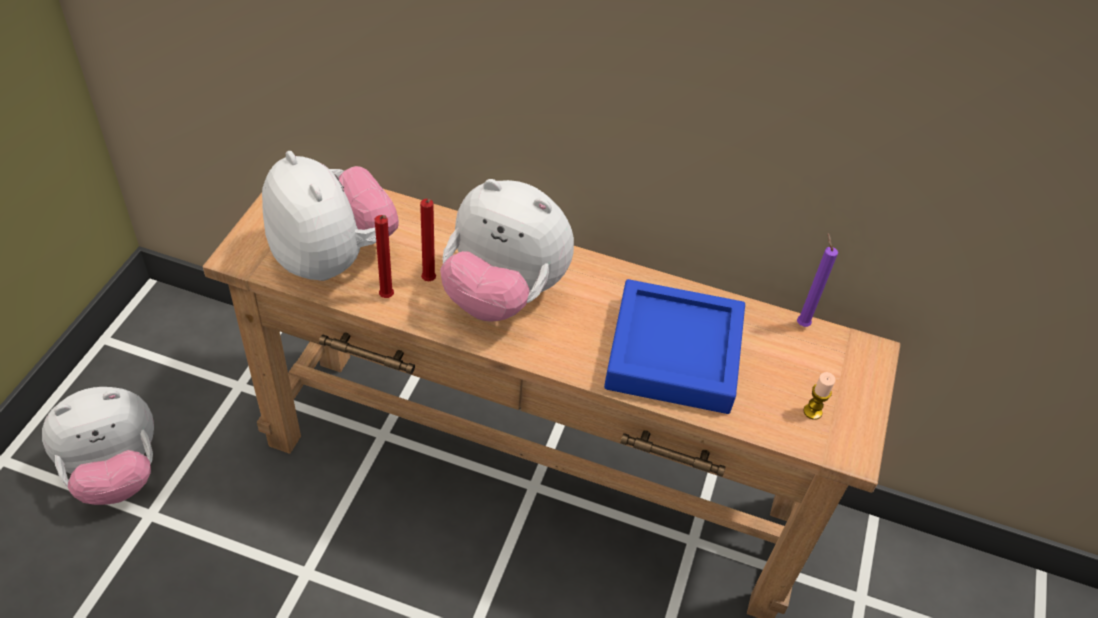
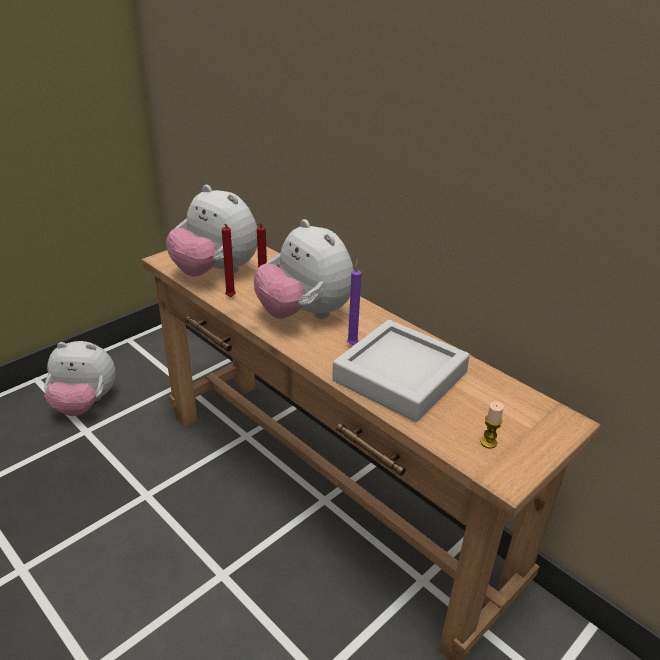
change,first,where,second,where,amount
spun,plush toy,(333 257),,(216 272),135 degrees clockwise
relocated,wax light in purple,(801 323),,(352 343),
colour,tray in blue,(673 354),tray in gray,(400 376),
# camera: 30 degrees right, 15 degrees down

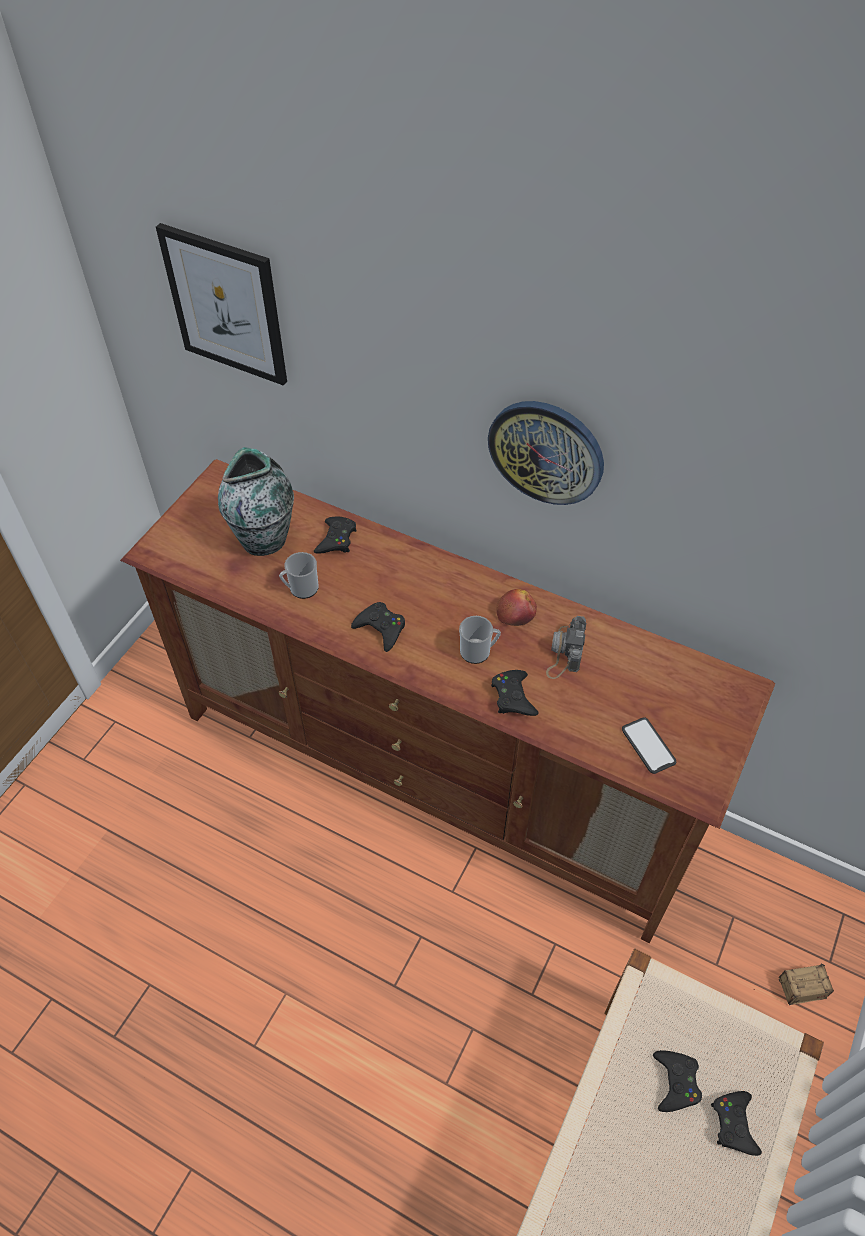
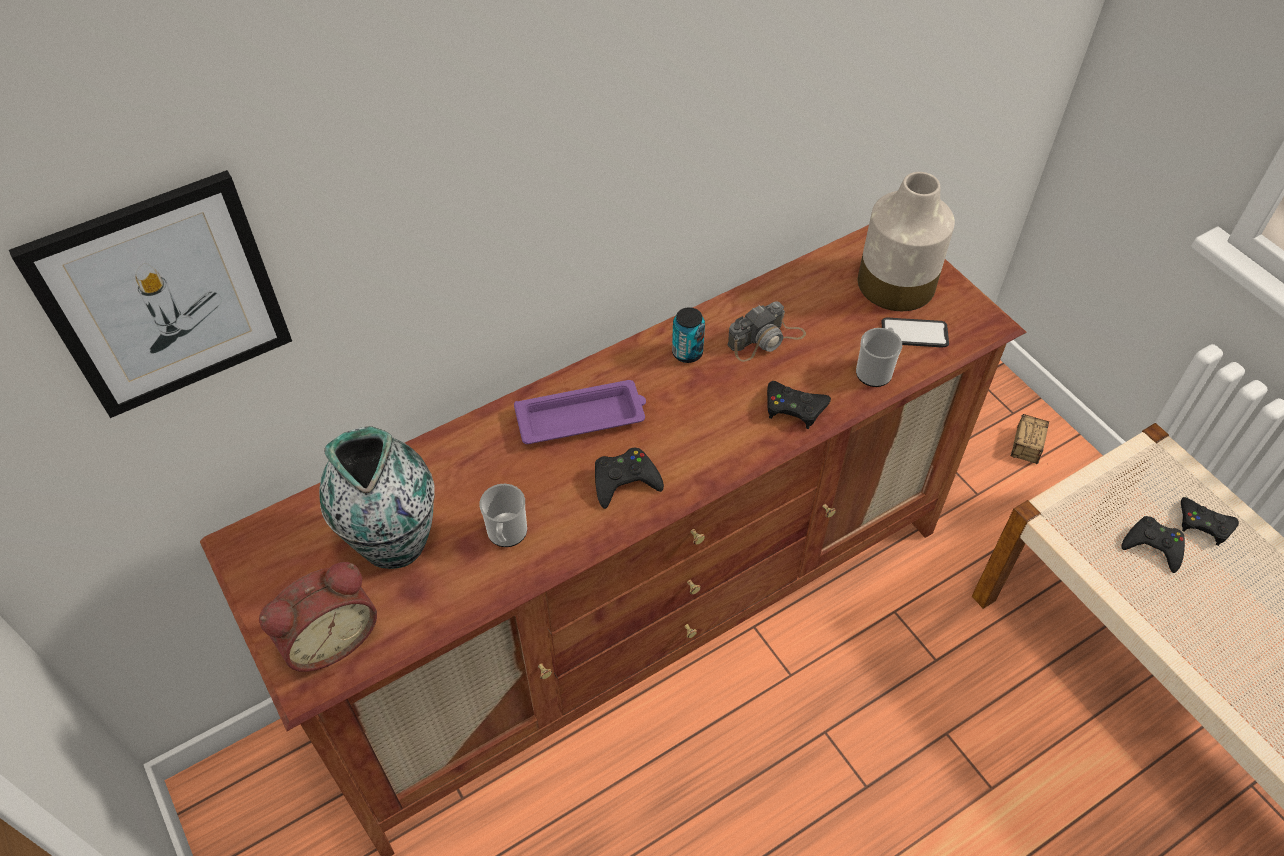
change,first,where,second,where,amount
missing,clock on the wall,(546 451),,,
missing,joypad in black,(336 539),,,
exchanged,apple fruit,(516 612),metal can,(687 353),
relocated,coffee mug,(478 651),,(875 370),
spun,still camera,(565 653),,(766 339),75 degrees counterclockwise
appeared,,,vase in sand-coloured,(895 282),
appeared,,,tray in purple,(582 418),
appeared,,,table clock,(329 637),
# camera: 60 degrees left, 0 degrees up

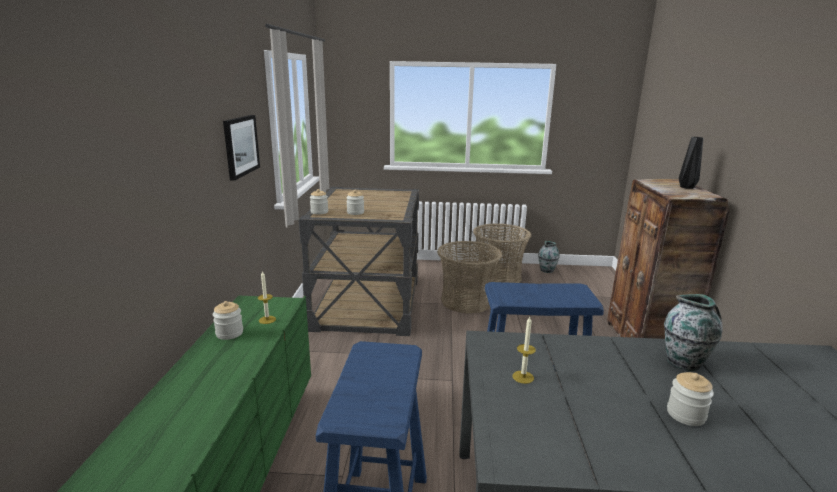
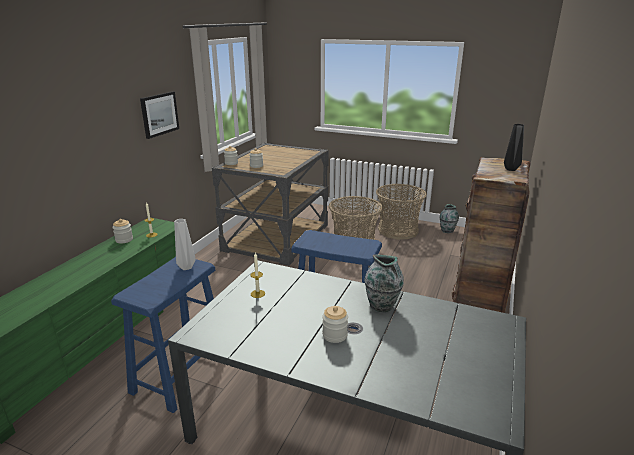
change,first,where,second,where,amount
appeared,,,vase in gray,(185 267),
# camera: 20 degrees right, 5 degrees up

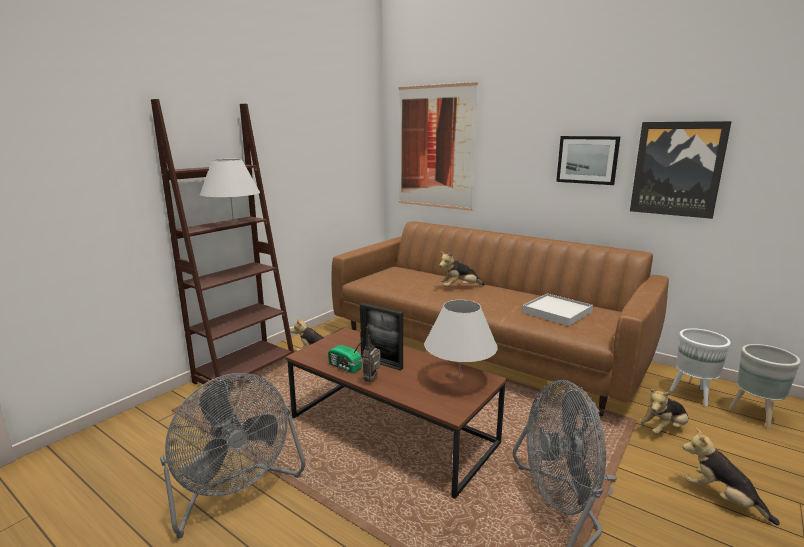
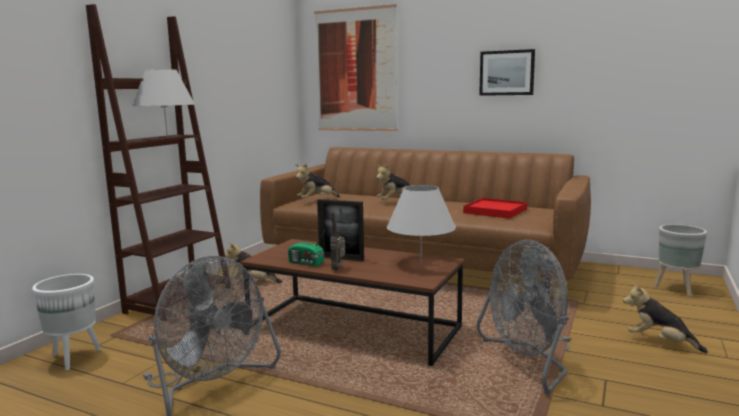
change,first,where,second,where,amount
missing,wall art,(677 169),,,
colour,tray in whitish,(557 312),tray in reddish,(495 211),
relocated,plant pot in whitish,(692 394),,(74 357),
relocated,plush toy,(664 429),,(316 200),
# camera: 10 degrees left, 5 degrees down

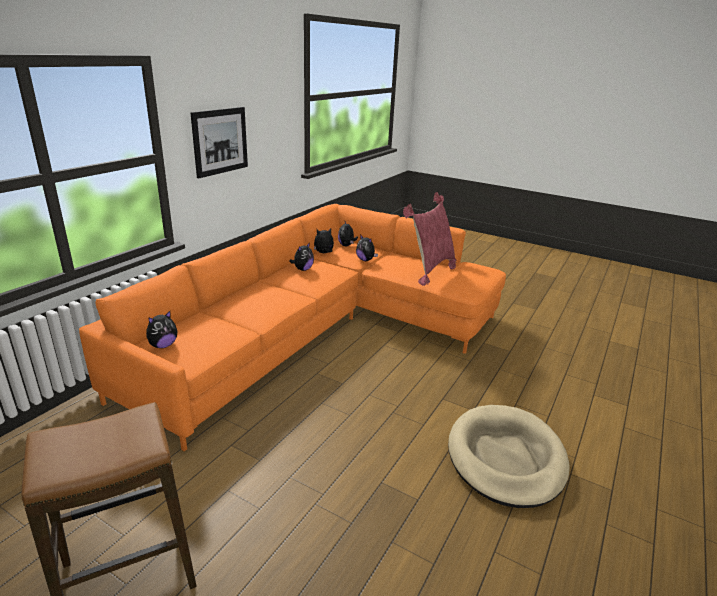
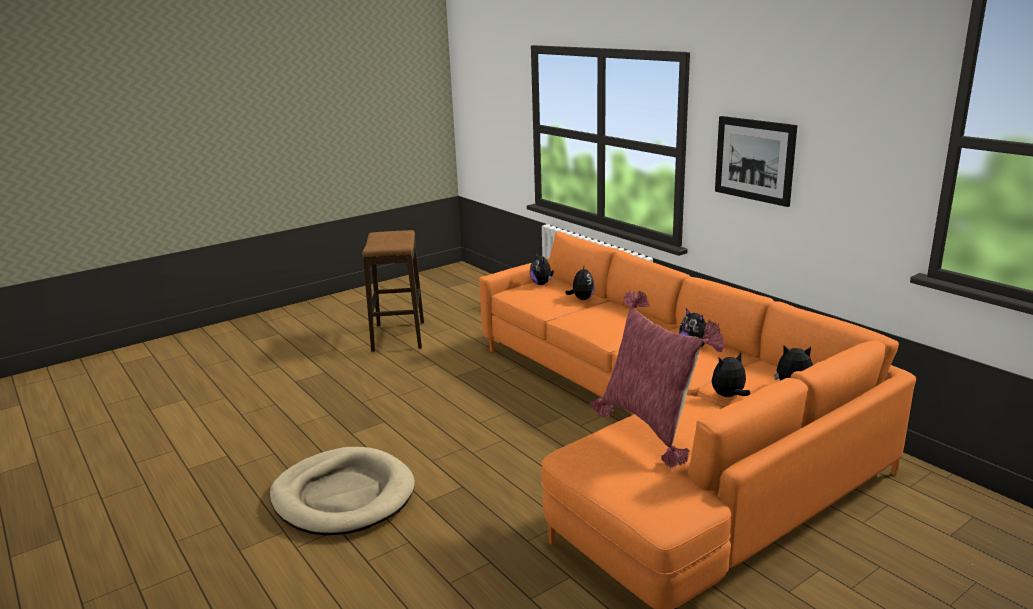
change,first,where,second,where,amount
relocated,plush toy,(324 253),,(581 299),
# camera: 115 degrees right, 5 degrees down

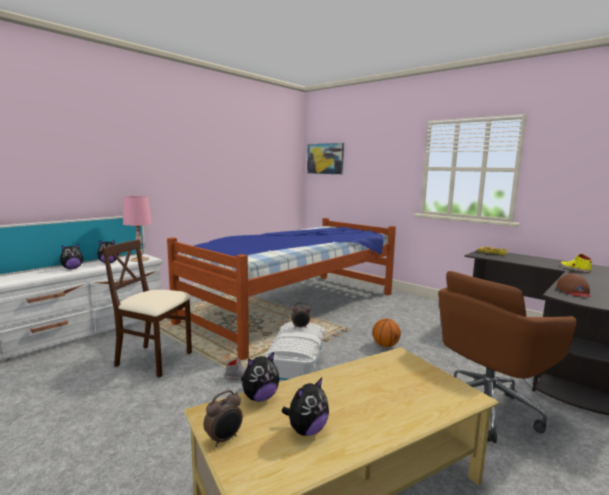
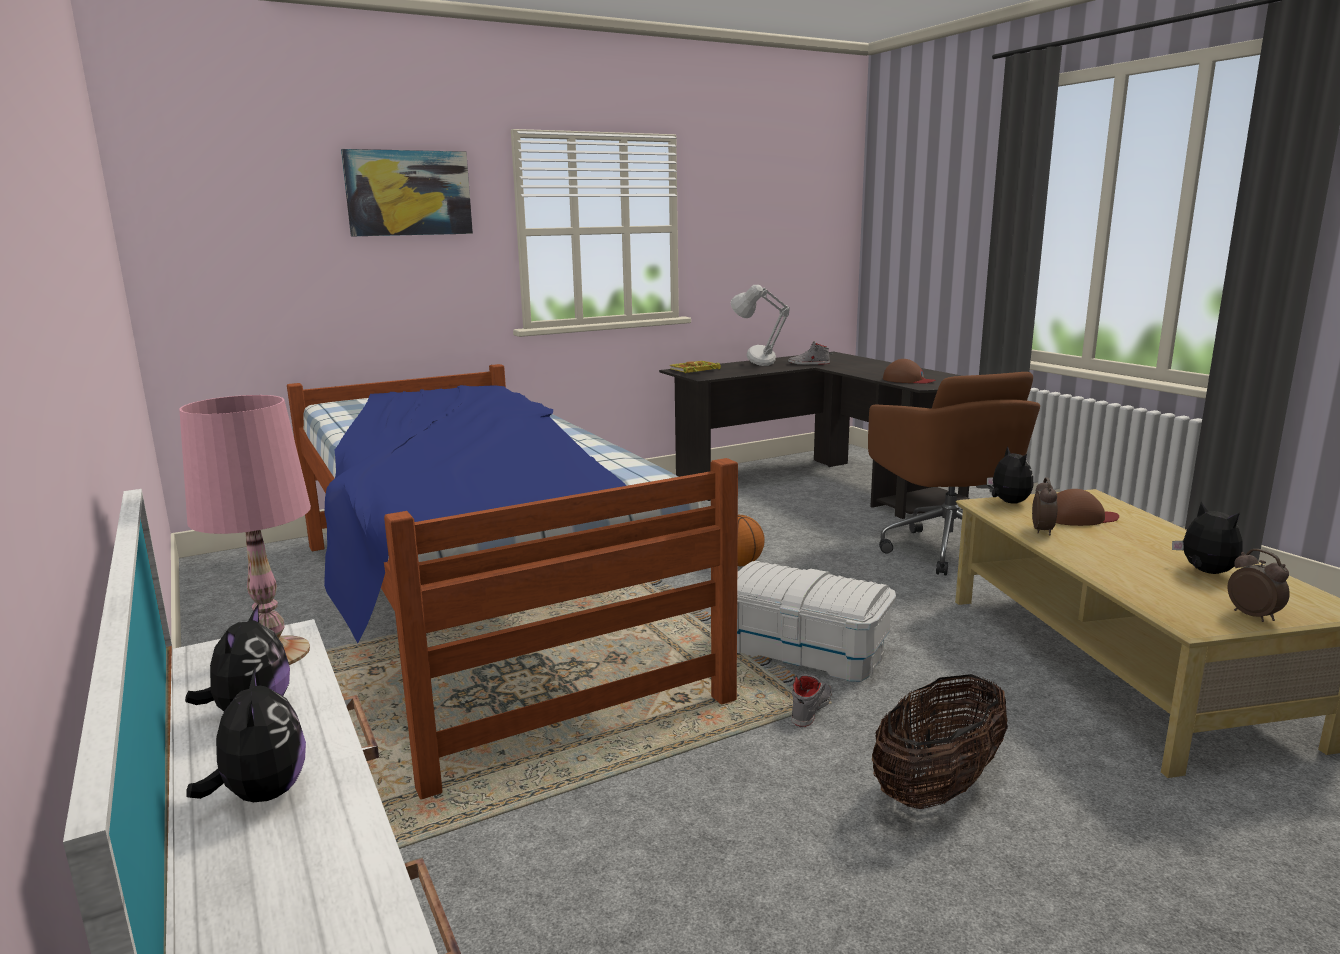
change,first,where,second,where,amount
relocated,wall art,(325 158),,(408 193),
missing,plain chair in sand-coloured,(154 360),,,
colour,shoe in yellow-coloured,(574 269),shoe in gray,(809 363),
relocated,table clock,(300 327),,(1043 531),
relocated,plush toy,(259 397),,(1008 502),
appeared,,,table lamp in gray,(759 368),
appeared,,,peaked cap in brown-coloured,(1079 518),
appeared,,,storage basket,(937 787),
# camera: 70 degrees left, 5 degrees up

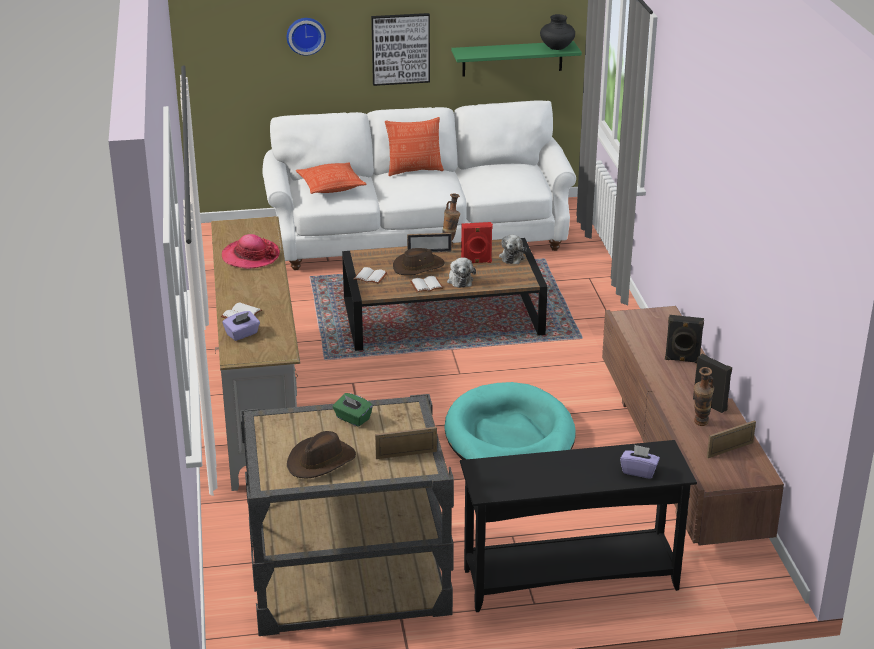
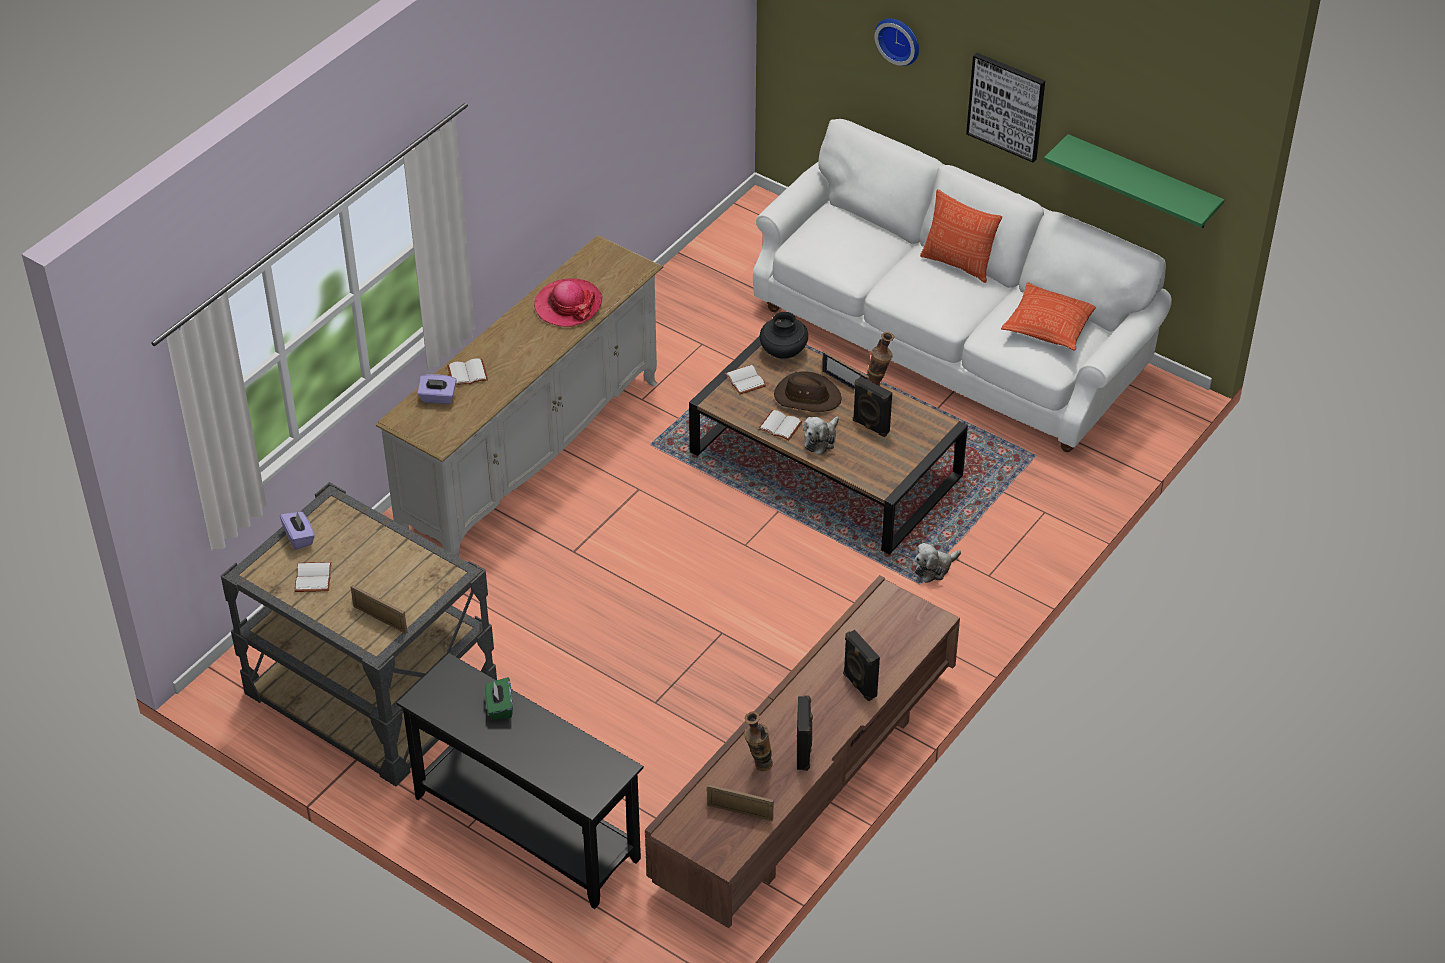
change,first,where,second,where,amount
relocated,vase in black,(557 47),,(783 352),
relocated,pillow in orangey,(331 187),,(1049 327),
colour,loudspeaker in reddish,(476 262),loudspeaker in black,(870 427),
relocated,plush toy,(512 256),,(934 568),
missing,dog cushion in blue-green,(510 436),,,
relocated,tissue box in green-coloured,(352 419),,(499 707),
exchanged,clothing hat in brown-coloured,(321 461),bound book in whitish,(314 578),
relocated,tissue box in purple,(639 471),,(299 537),
# camera: 45 degrees right, 15 degrees up

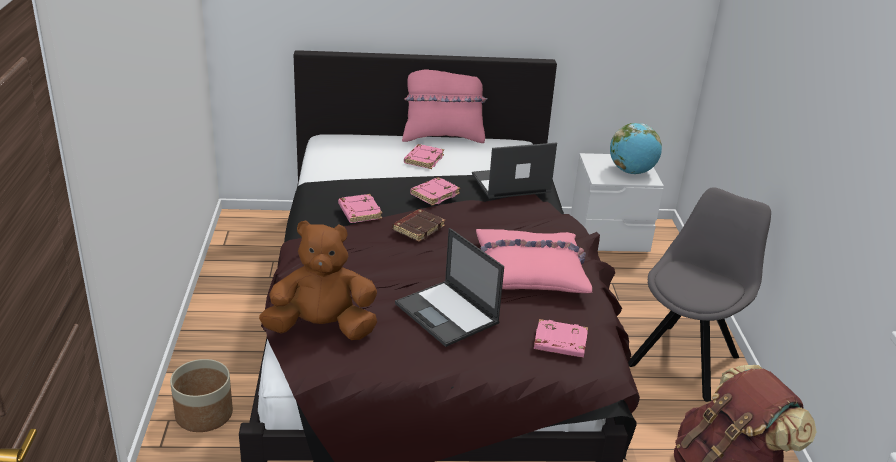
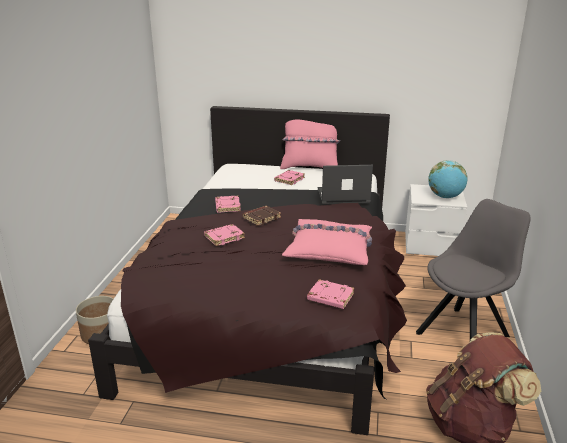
change,first,where,second,where,amount
relocated,bound book in pink-coloured,(434 194),,(224 237),
missing,plush toy in brown-coloured,(322 328),,,
missing,notebook computer,(447 314),,,
# camera: 15 degrees right, 5 degrees down

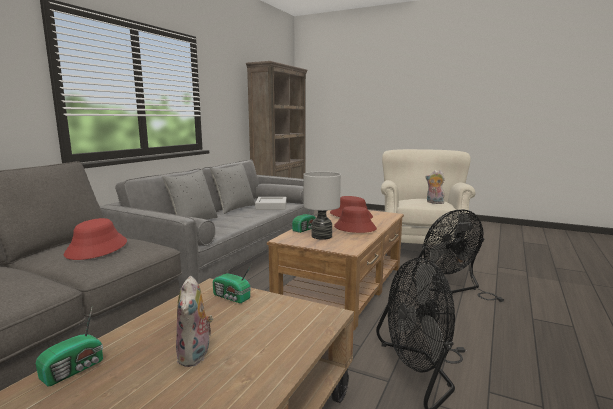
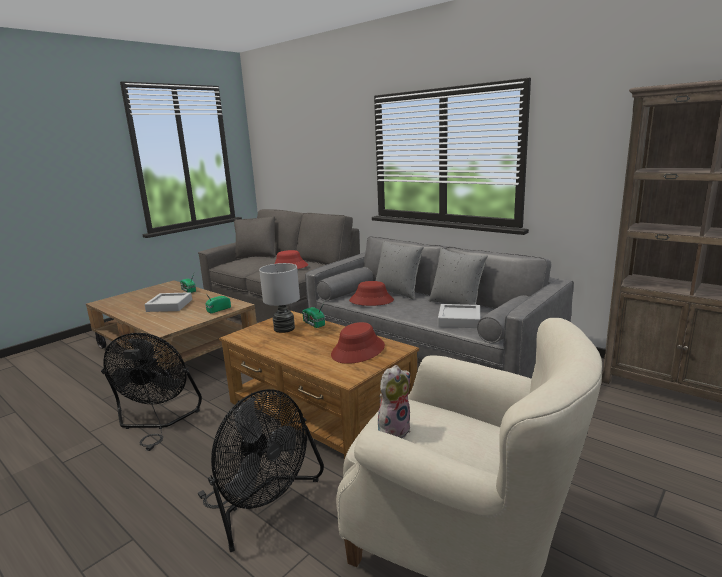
change,first,where,second,where,amount
relocated,clothing hat in reddish,(354 228),,(371 300),
spun,electric fan in black,(457 287),,(258 505),45 degrees clockwise
exchanged,plush toy,(196 356),tray in gray,(169 305),
# camera: 105 degrees right, 5 degrees up

